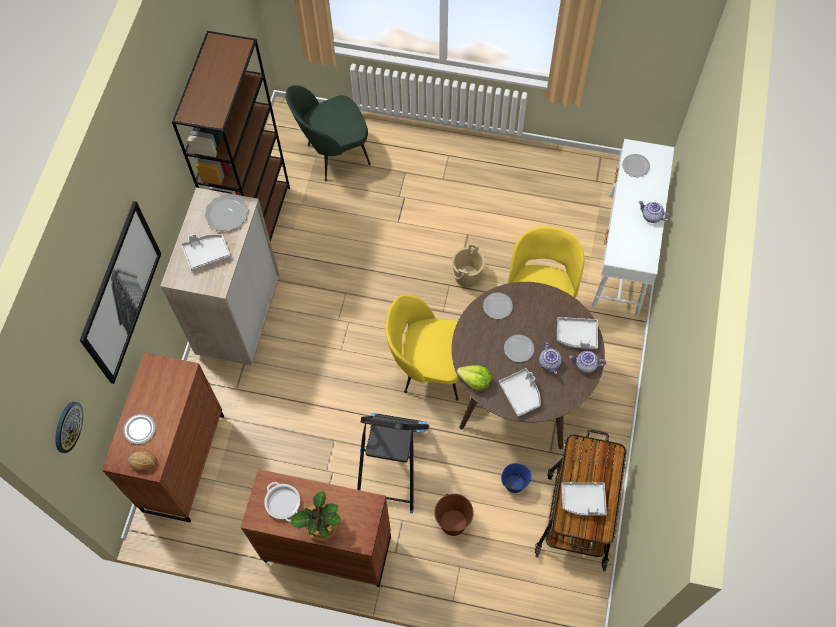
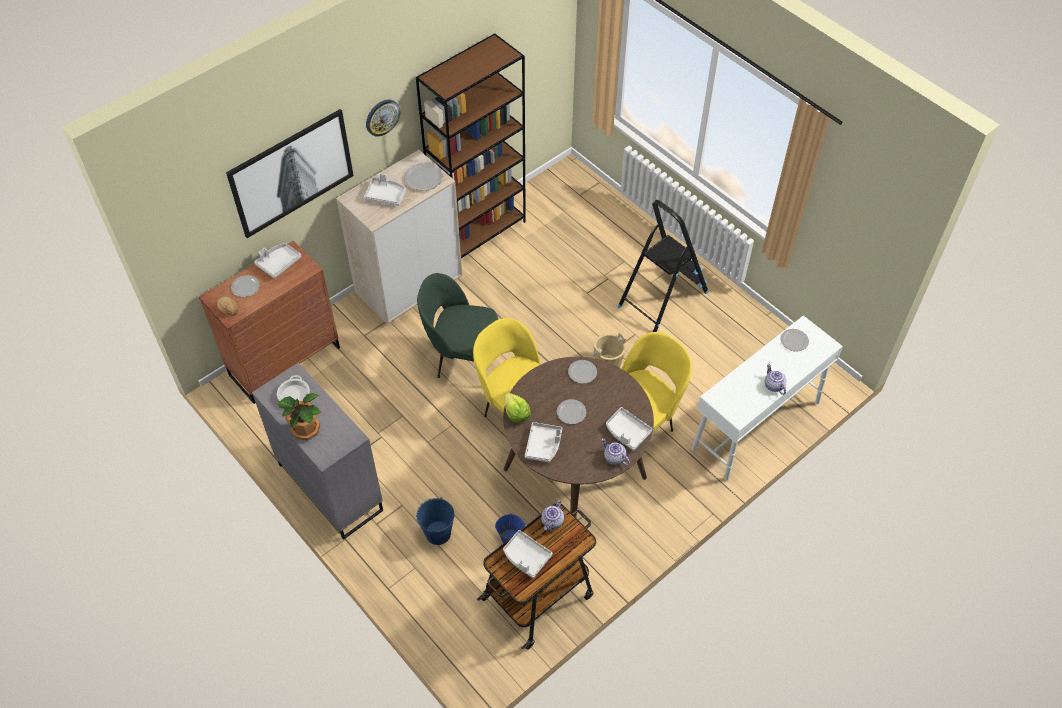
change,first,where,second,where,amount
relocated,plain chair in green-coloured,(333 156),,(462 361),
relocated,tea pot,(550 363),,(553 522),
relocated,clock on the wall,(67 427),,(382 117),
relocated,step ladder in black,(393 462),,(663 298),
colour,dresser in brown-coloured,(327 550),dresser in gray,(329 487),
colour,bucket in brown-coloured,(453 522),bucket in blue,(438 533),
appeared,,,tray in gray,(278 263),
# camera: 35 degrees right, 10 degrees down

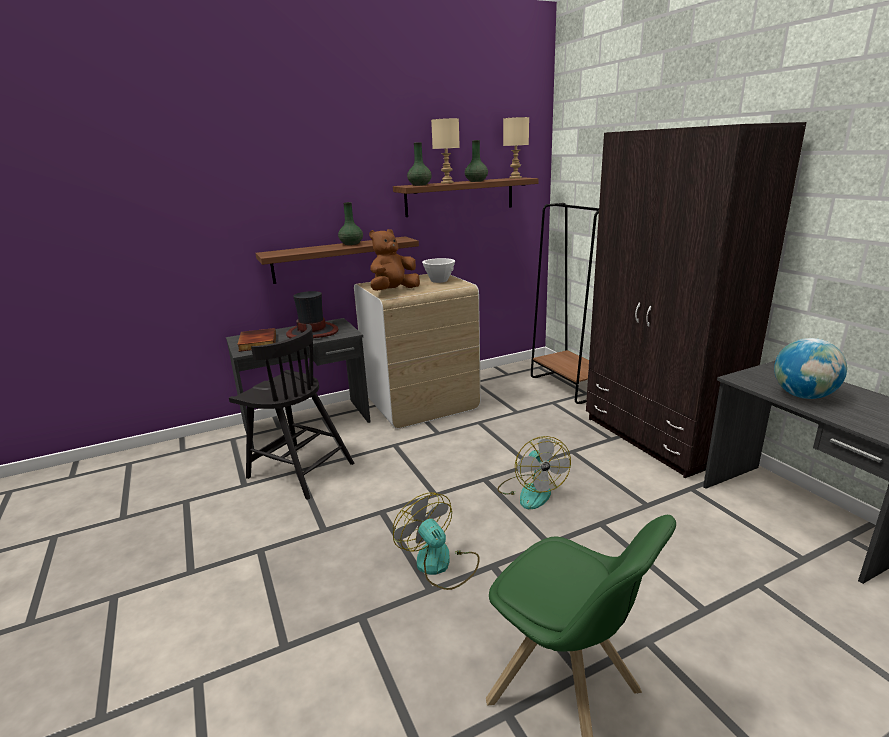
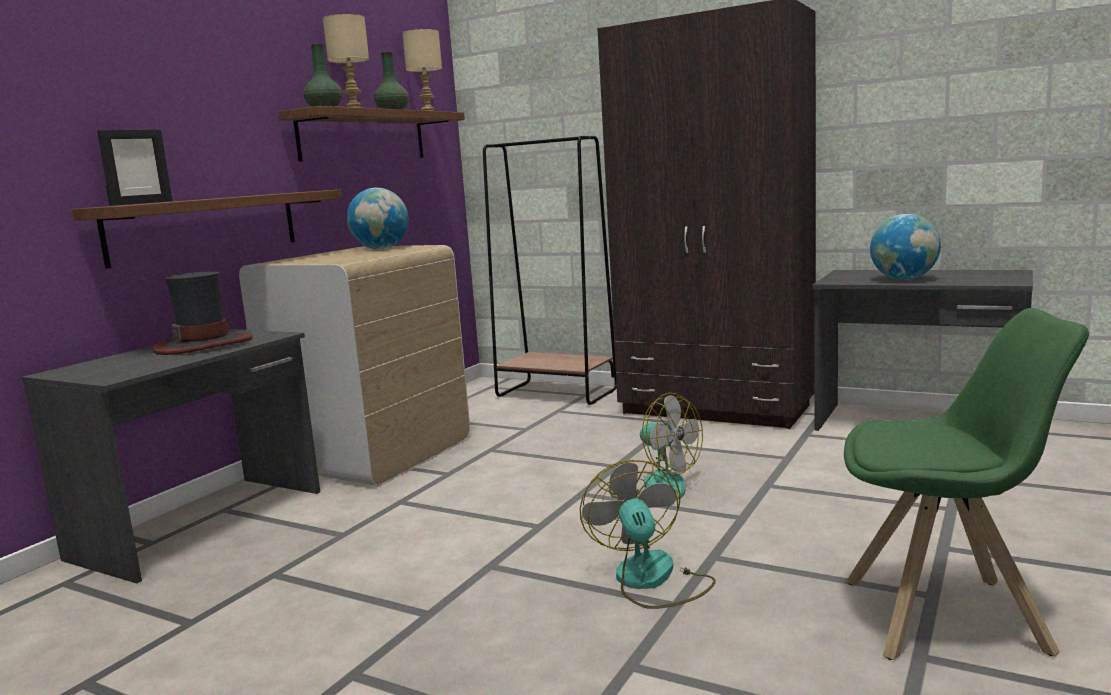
change,first,where,second,where,amount
missing,vase in green-coloured,(351 244),,,
missing,plush toy in brown-coloured,(393 291),,,
exchanged,serving bowl in whitish,(439 280),globe,(381 249),
missing,plain chair in black,(299 469),,,
missing,bound book,(256 342),,,
spun,electric fan,(440 565),,(651 580),60 degrees clockwise
appeared,,,picture frame,(141 203),
# camera: 35 degrees left, 10 degrees down

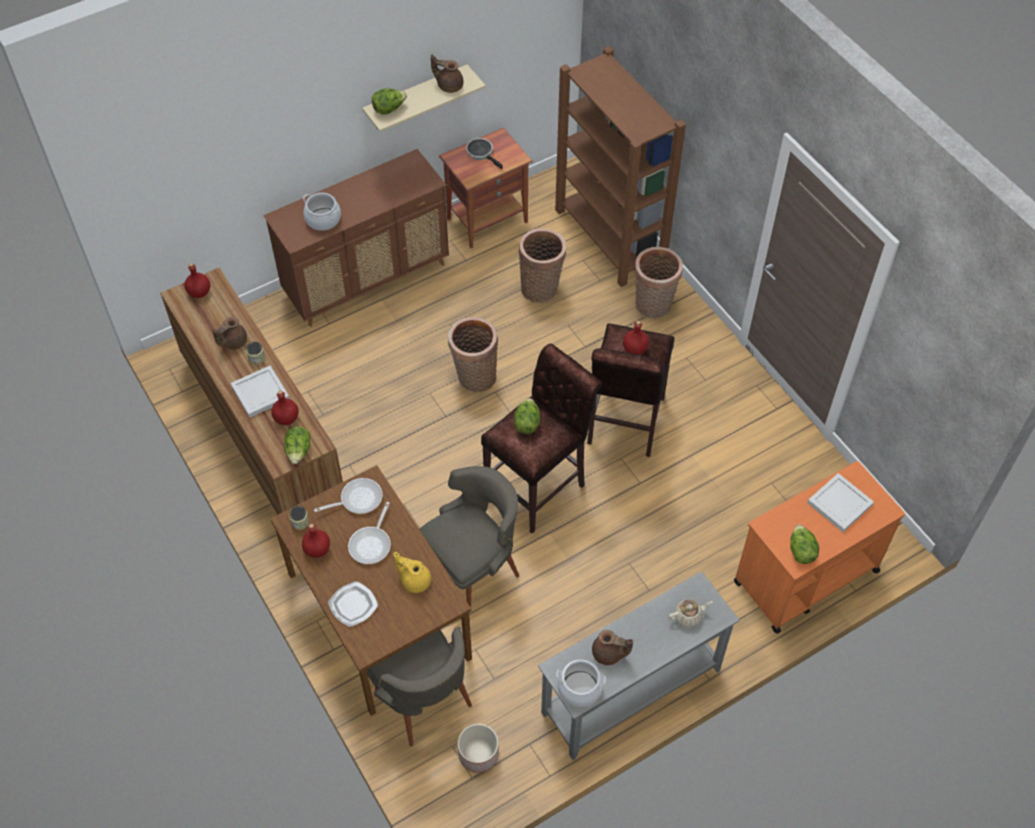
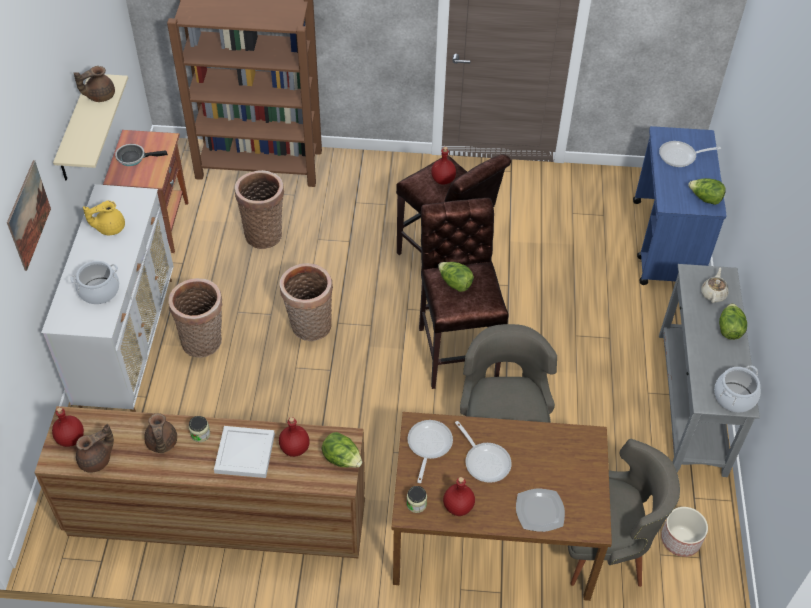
change,first,where,second,where,amount
relocated,head of lettuce,(389 109),,(729 329),
colour,cabinet in brown-coloured,(366 279),cabinet in whitish,(127 341),
relocated,storage basket,(653 306),,(204 343),
colour,wheeled cart in orangey,(805 577),wheeled cart in blue,(666 244),
exchanged,tray in whitish,(840 505),frying pan,(680 156),
relocated,tea pot in yellow-coloured,(414 580),,(109 228),
relocated,tea pot in brown-coloured,(609 654),,(97 460),
appeared,,,wall art,(28 215),
# camera: 55 degrees left, 5 degrees down

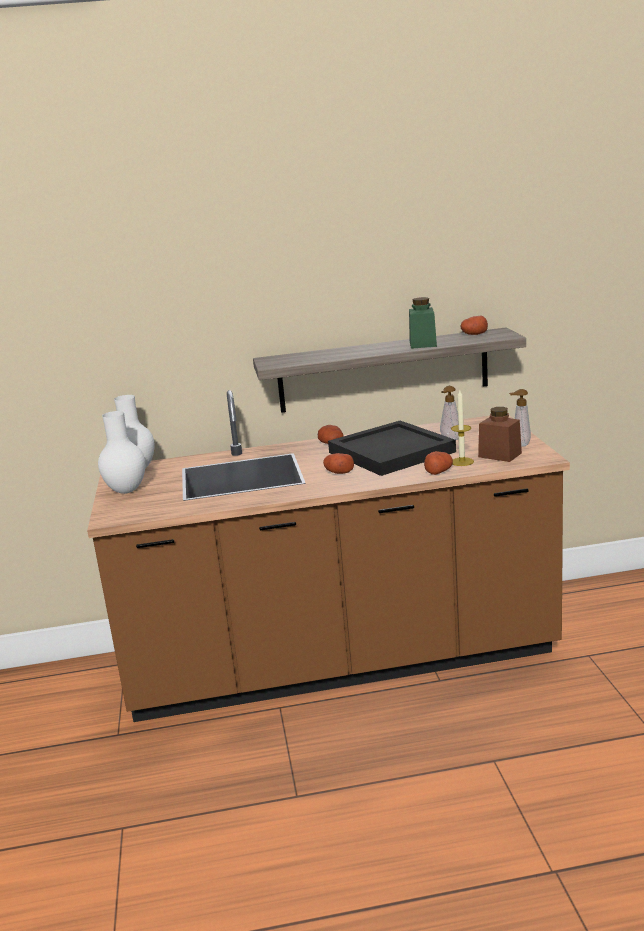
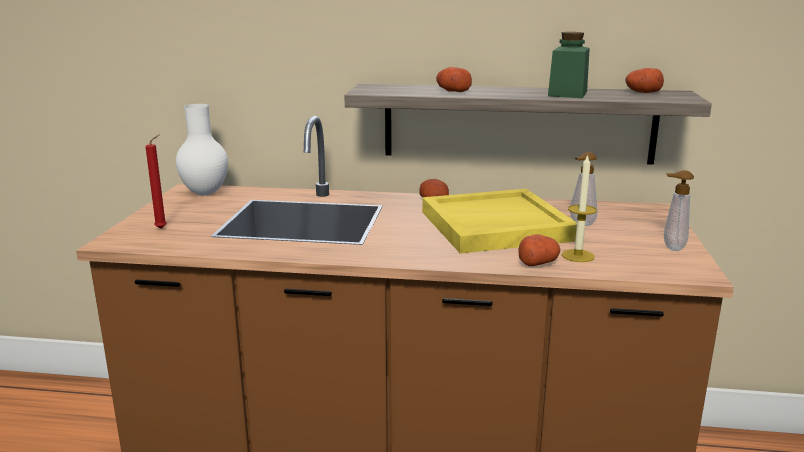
change,first,where,second,where,amount
missing,storage jar in brown-coloured,(500 455),,,
missing,vase in whitish,(126 491),,,
colour,tray in black,(391 452),tray in yellow-coloured,(495 226),
relocated,potato,(338 472),,(452 91),
appeared,,,wax light in reddish,(163 228),
# camera: 15 degrees right, 0 degrees up

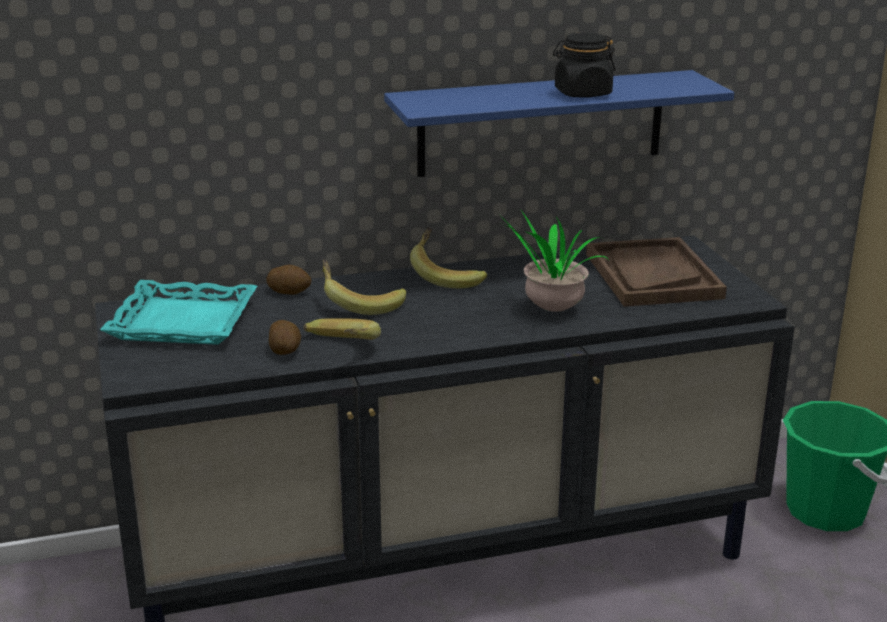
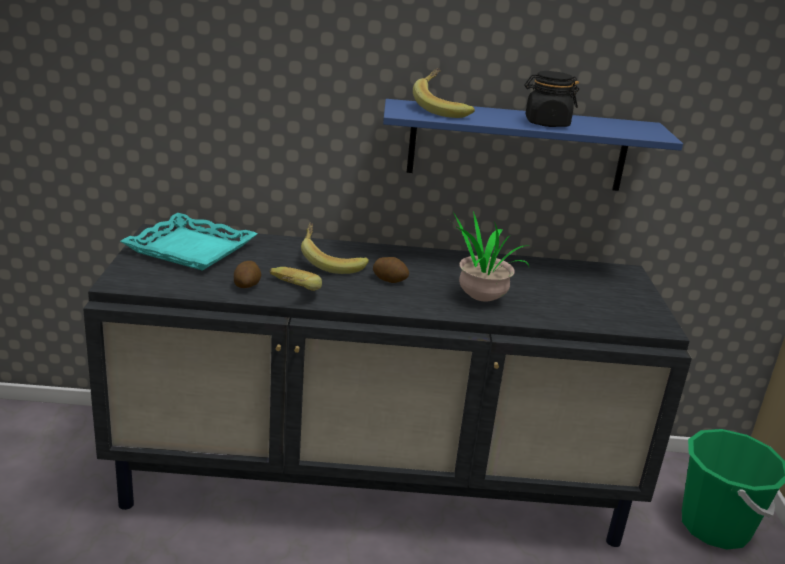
change,first,where,second,where,amount
relocated,banana,(447 276),,(443 110),
missing,tray in brown-coloured,(652 275),,,
relocated,potato,(289 292),,(390 280),
# camera: 15 degrees right, 0 degrees up

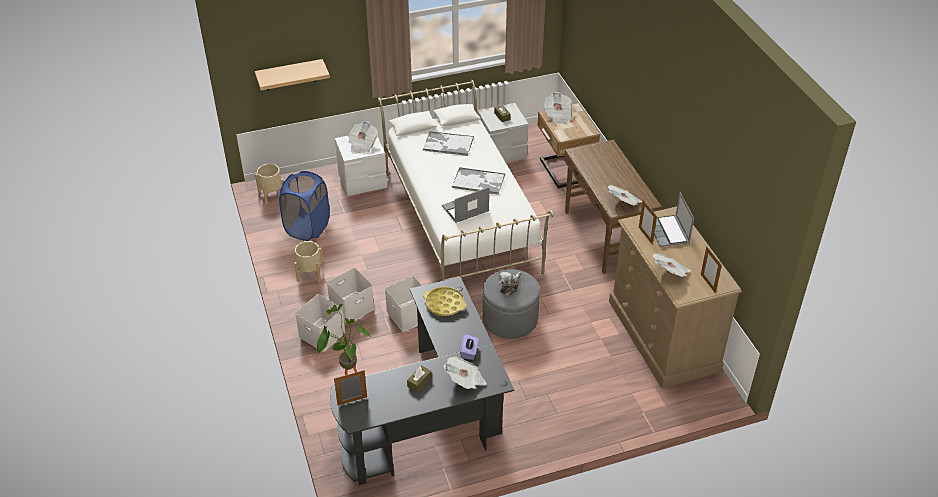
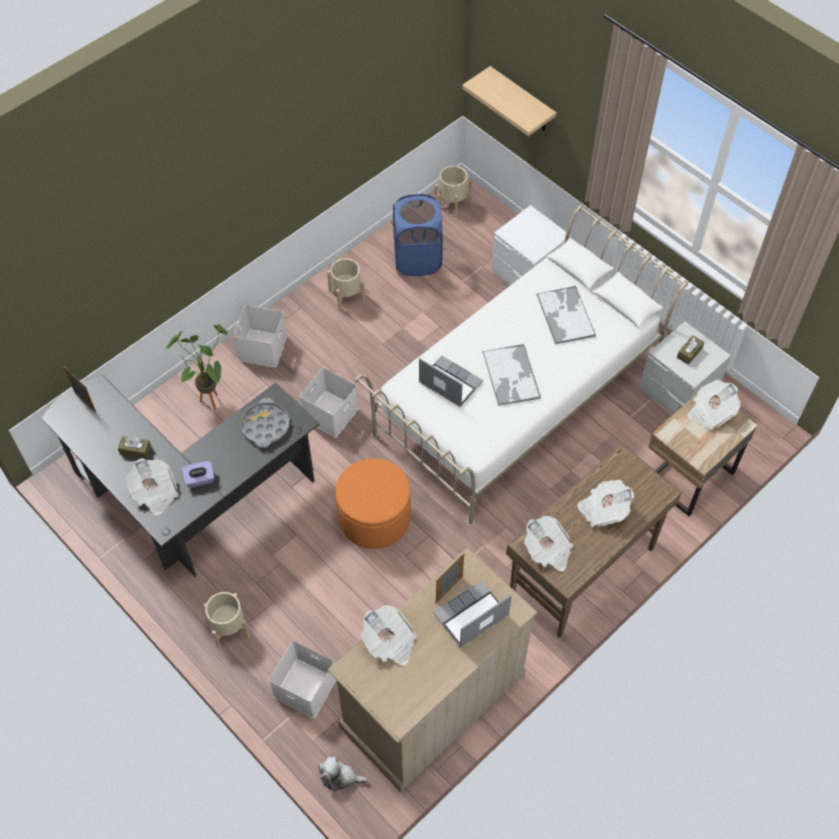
change,first,where,second,where,amount
relocated,newspaper,(362 145),,(603 509),
missing,picture frame,(708 283),,,
relocated,storage container in whitish,(351 308),,(303 688),
colour,footrest in gray,(510 319),footrest in orangey,(374 517),
relocated,plush toy,(509 286),,(340 777),
colour,tray in yellow-coloured,(444 304),tray in gray,(265 426),
appeared,,,plant pot in sand-coloured,(229 628),
# camera: 65 degrees right, 15 degrees up

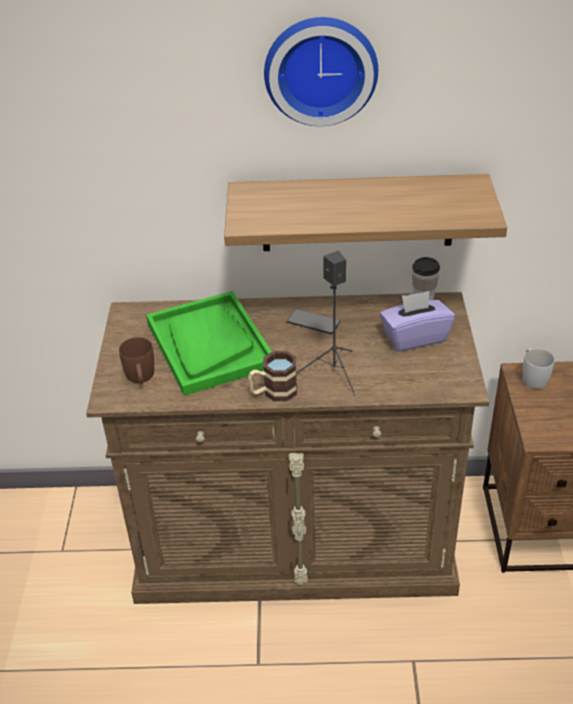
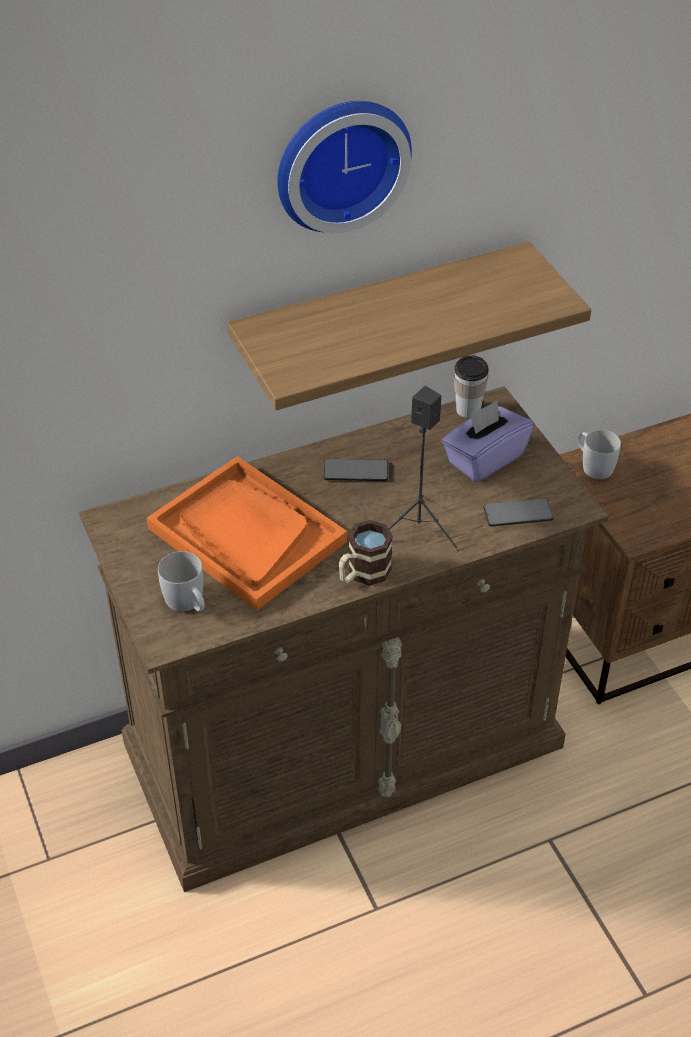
change,first,where,second,where,amount
colour,tray in green-coloured,(209 344),tray in orangey,(246 535),
colour,coffee mug in brown-coloured,(141 378),coffee mug in whitish,(188 603),
appeared,,,phone,(518 513),
# camera: 25 degrees left, 5 degrees up

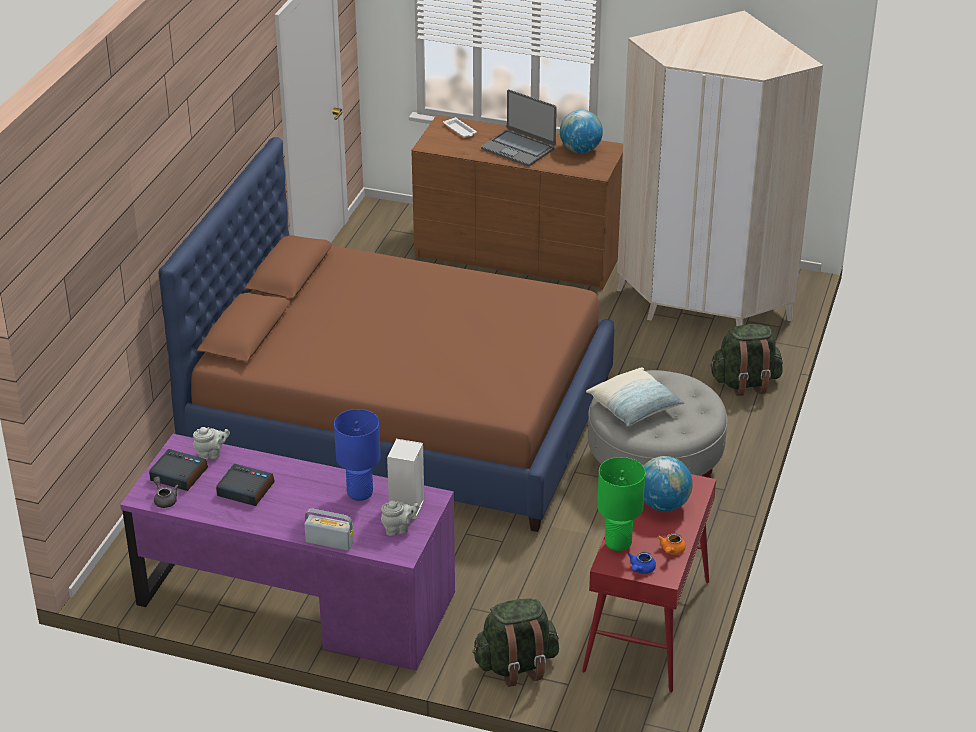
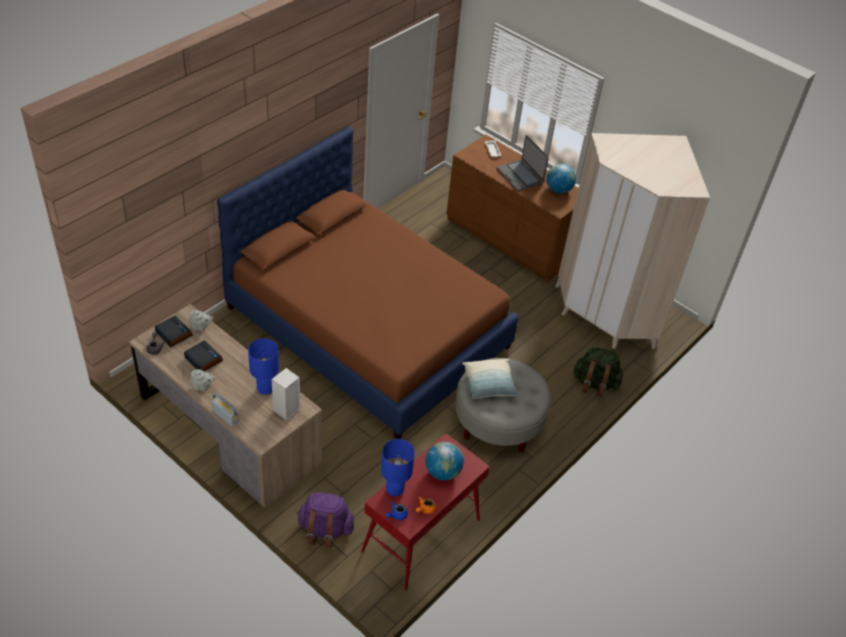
change,first,where,second,where,amount
colour,desk table in purple,(296 600),desk table in brown-coloured,(229 429),
colour,table lamp in green-coloured,(617 545),table lamp in blue,(394 490),
relocated,tea pot in gray,(398 529),,(203 387),
colour,backpack in green-coloured,(516 666),backpack in purple,(325 530),
# camera: 20 degrees right, 10 degrees up

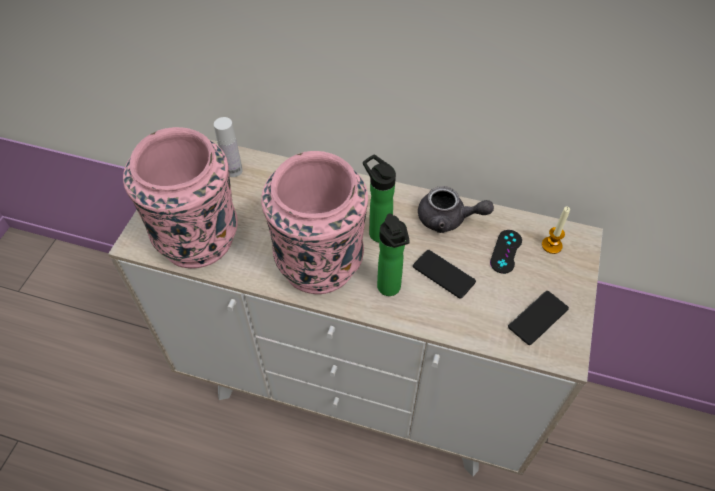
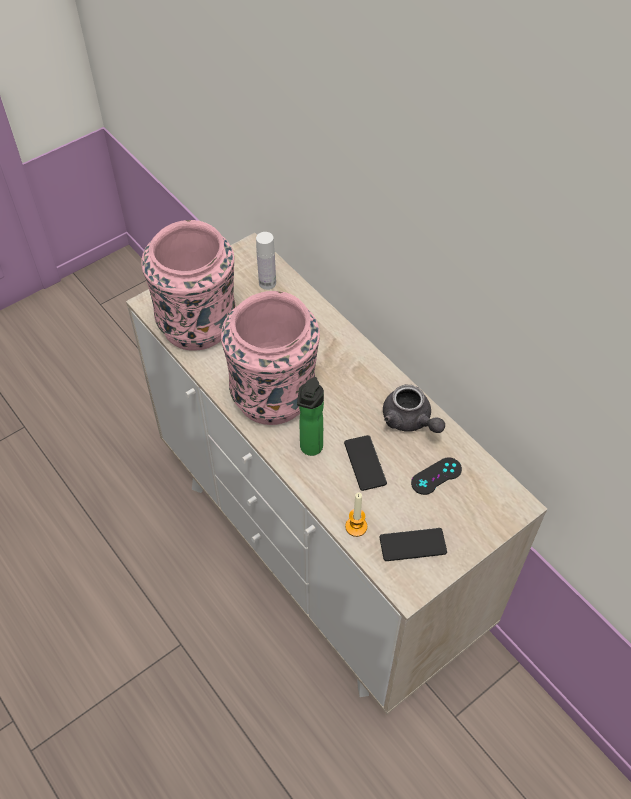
change,first,where,second,where,amount
missing,bottle,(377 231),,,
relocated,wax light,(551 245),,(356 526),
# camera: 35 degrees right, 0 degrees up

